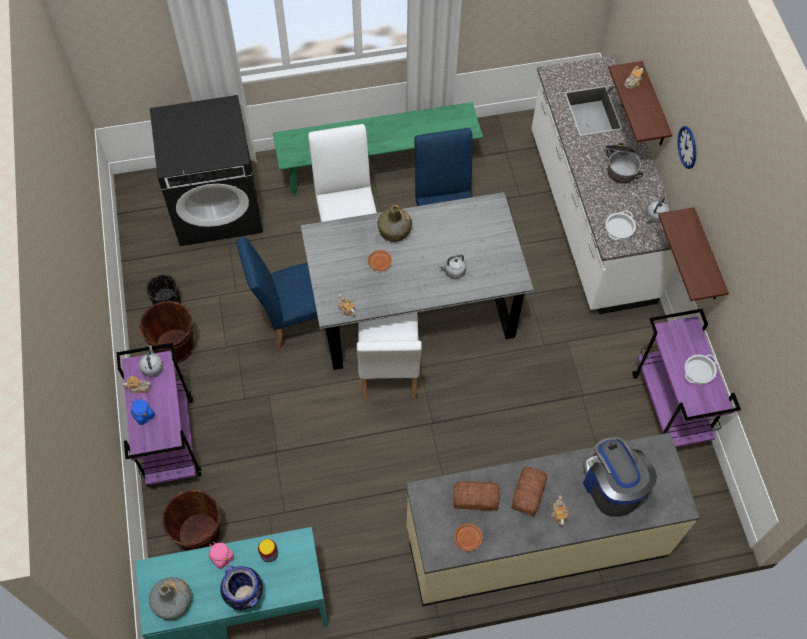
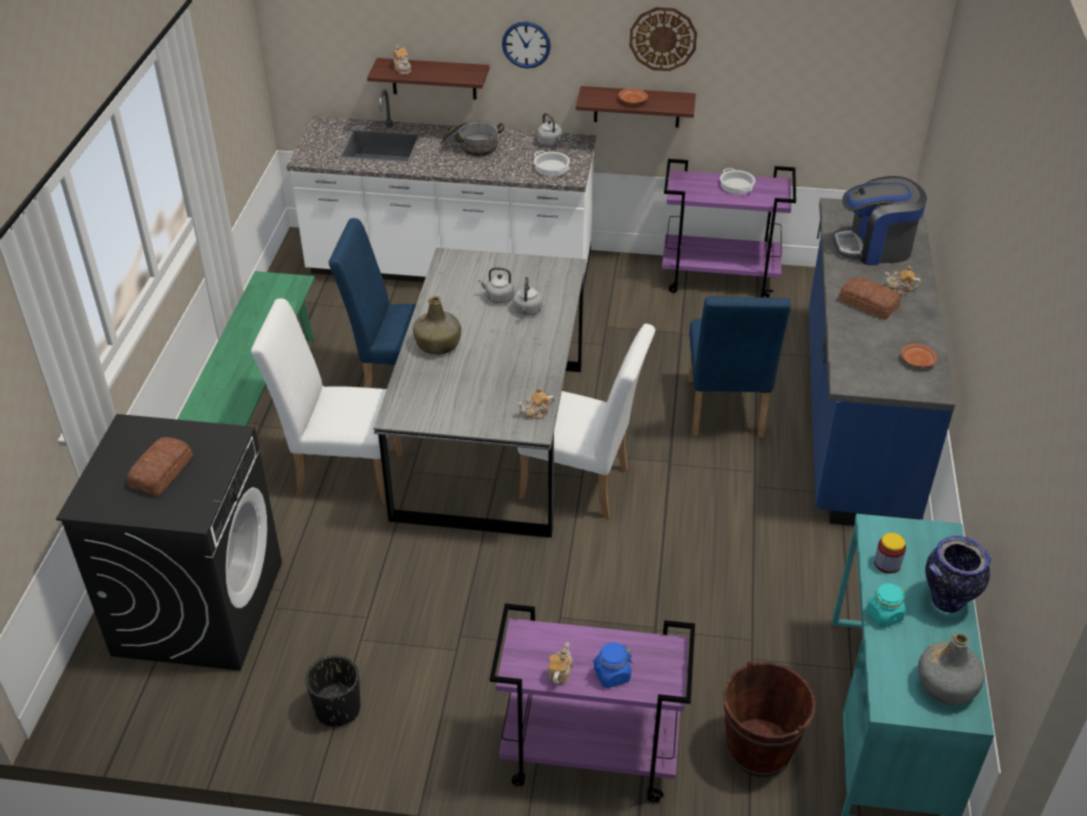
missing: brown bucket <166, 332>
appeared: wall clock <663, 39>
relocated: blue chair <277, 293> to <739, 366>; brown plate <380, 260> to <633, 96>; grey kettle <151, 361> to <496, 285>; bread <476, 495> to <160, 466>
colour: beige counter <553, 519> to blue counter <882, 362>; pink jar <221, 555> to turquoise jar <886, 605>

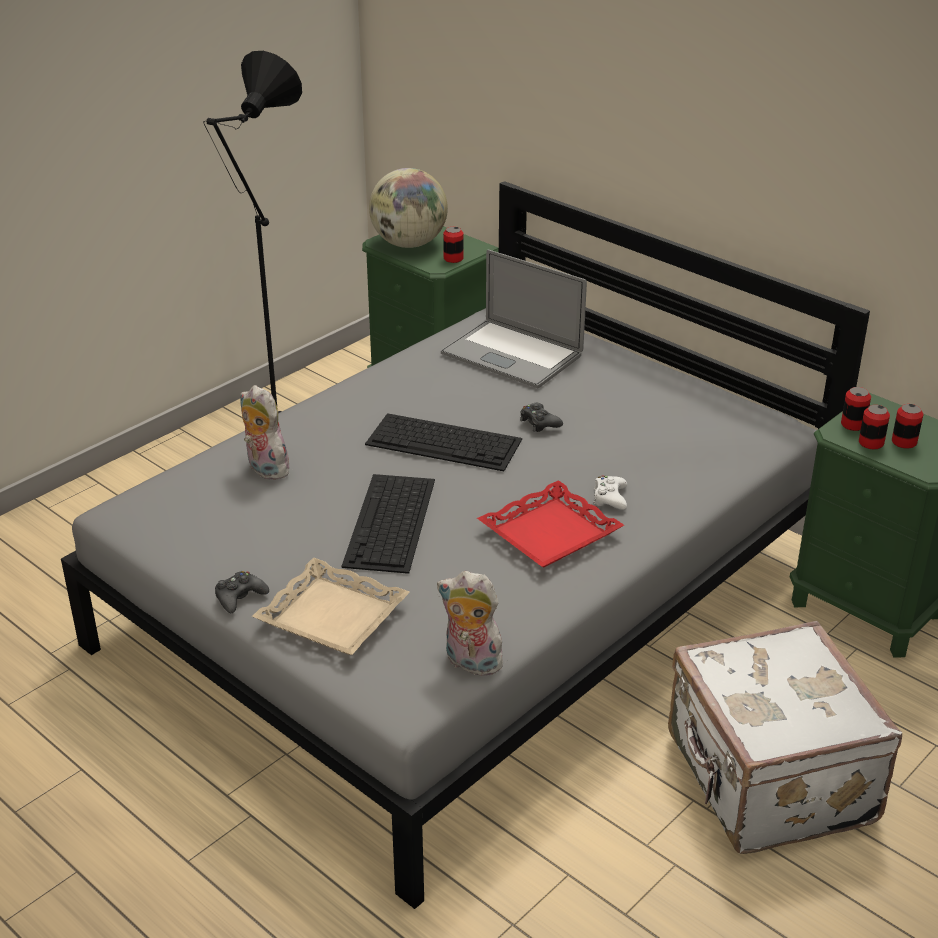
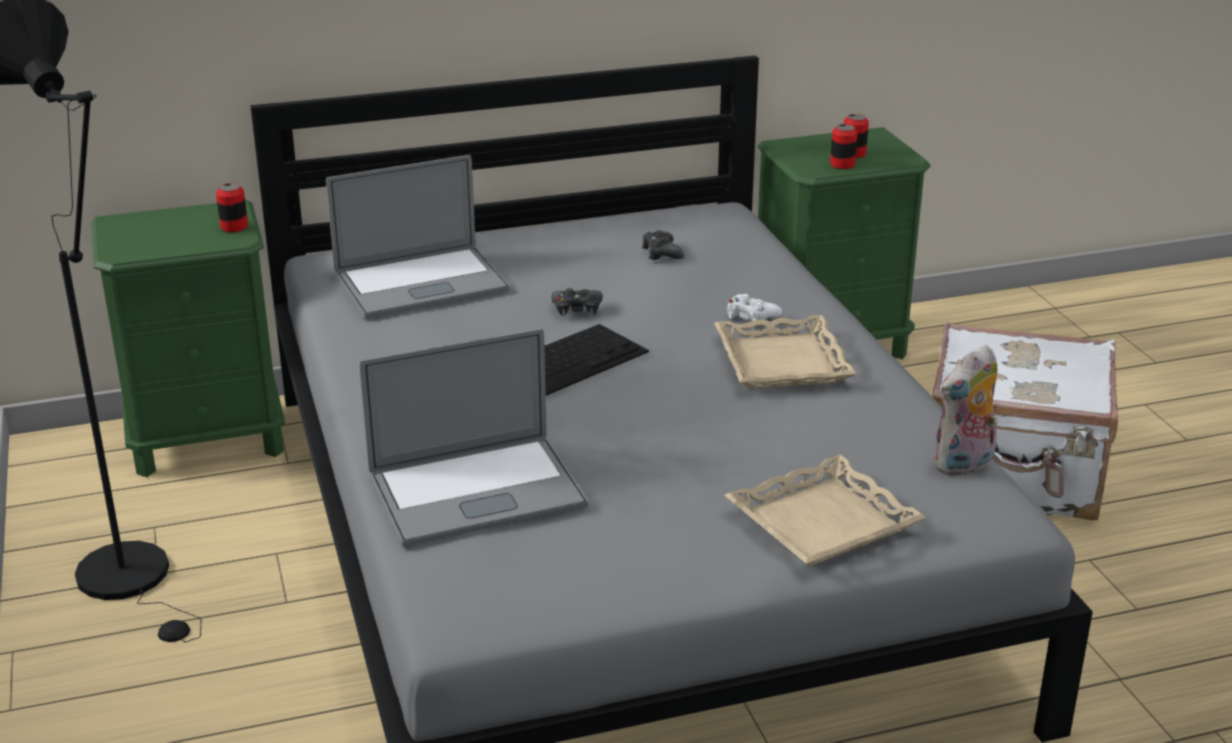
missing: globe <408, 208>; can <856, 409>; keyboard <388, 524>
relocated: black game controller <242, 592> to <663, 245>
exchanged: plush toy <265, 432> to laptop <473, 437>
colour: red tray <550, 524> to beige tray <785, 352>

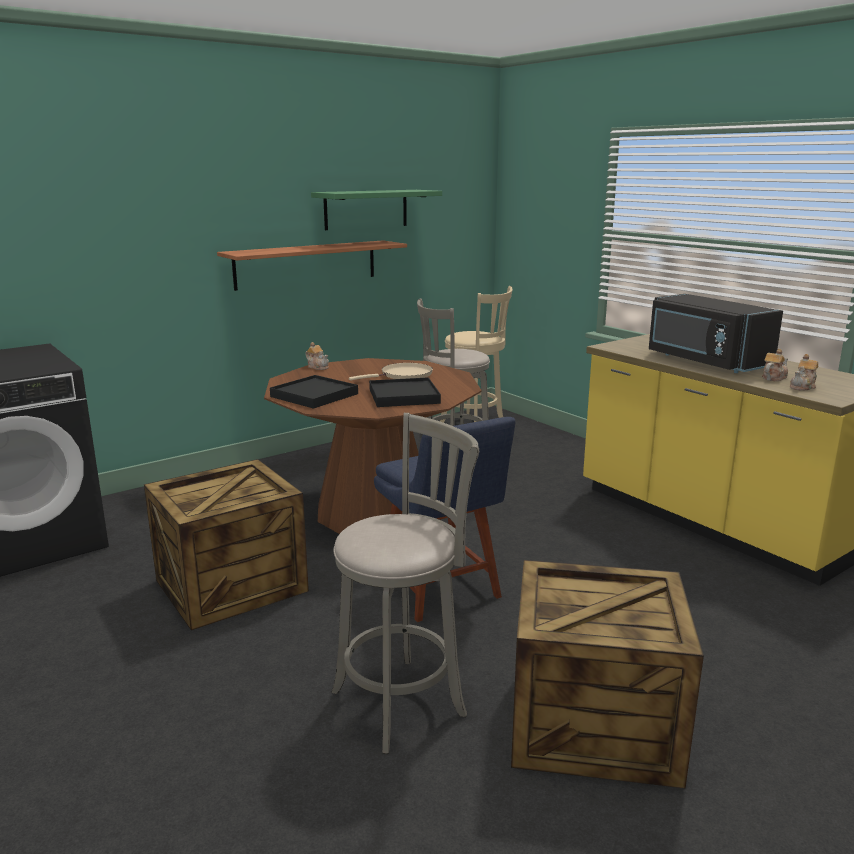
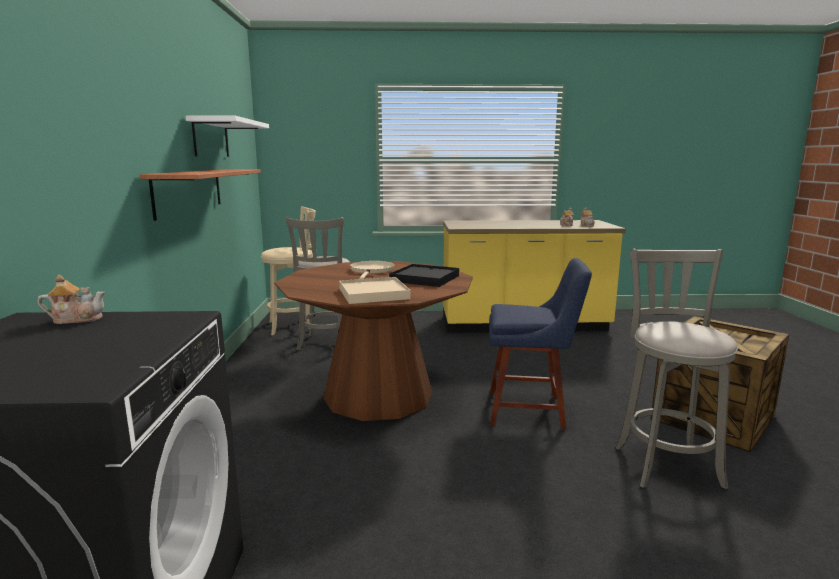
missing: black microwave <716, 333>; crate <226, 544>
relocated: teapot <317, 356> to <71, 299>
colour: green shelf <376, 210> to white shelf <227, 136>; black tray <314, 392> to beige tray <375, 290>

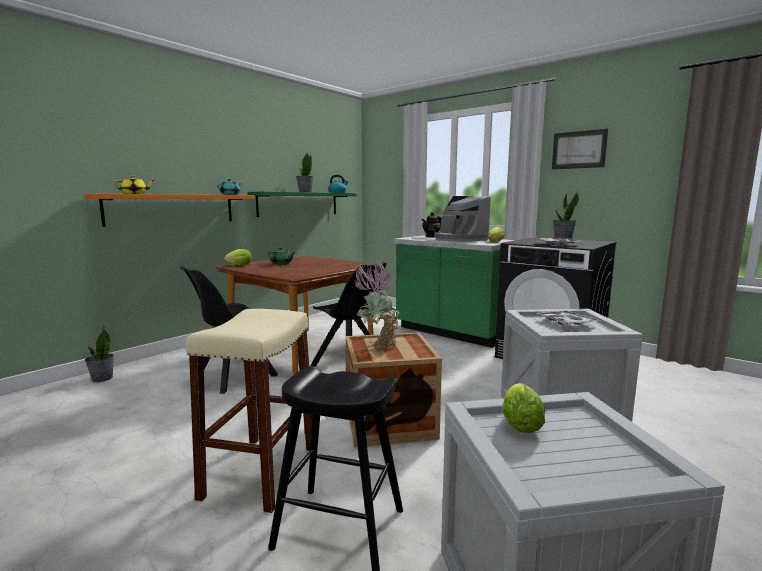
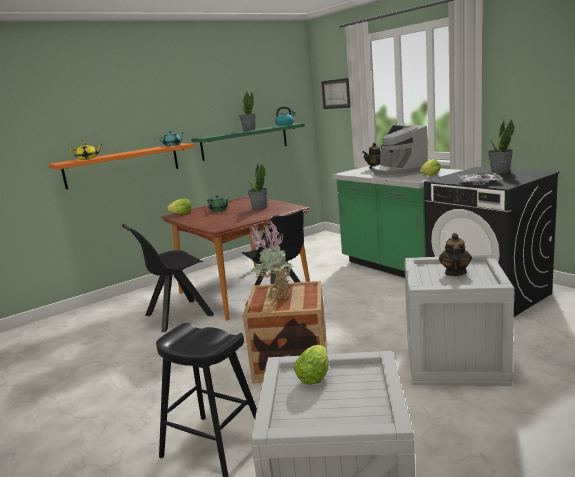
missing: beige stool <249, 411>
relocated: picture <580, 149> to <335, 93>; potted plant <99, 354> to <257, 186>
exchanged: tray <568, 318> to teapot <455, 254>

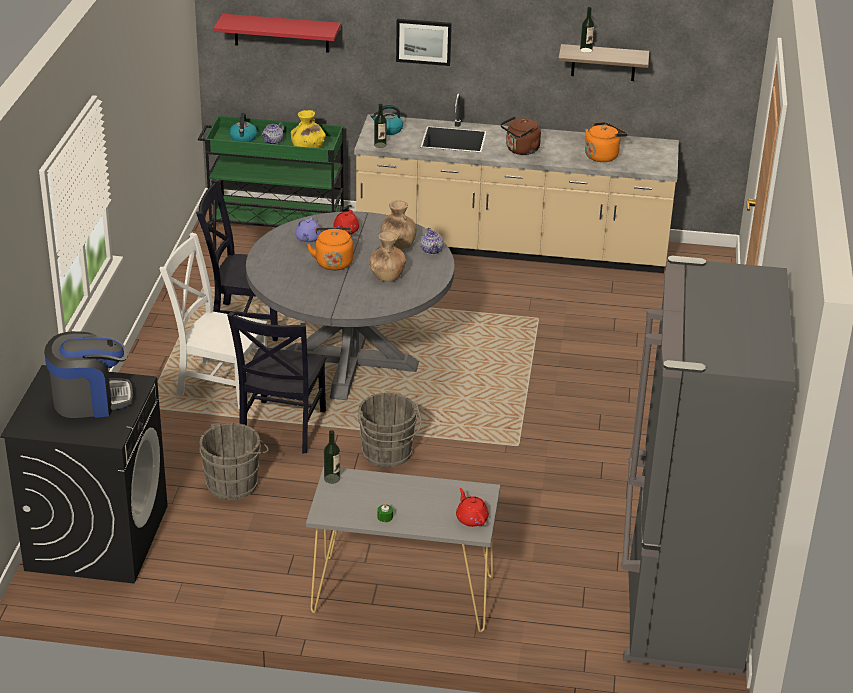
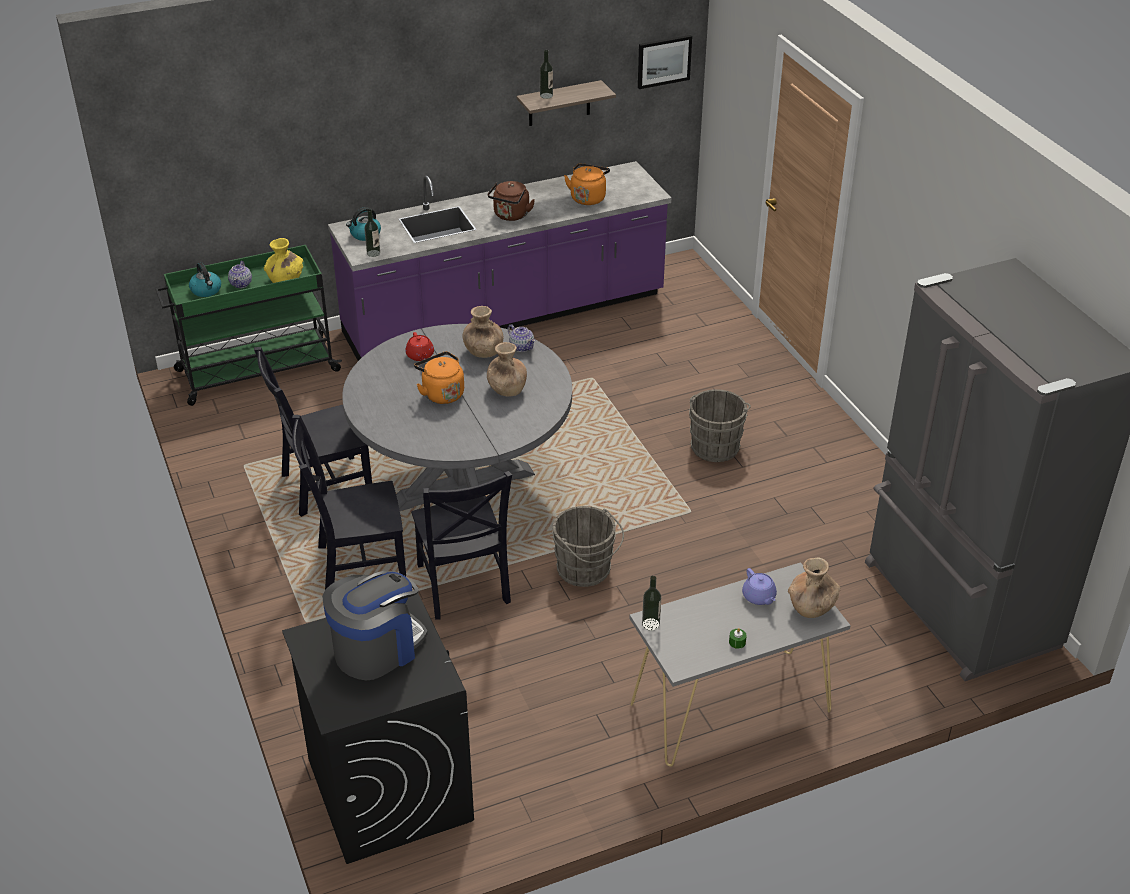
missing: red shelf <277, 33>
relocated: picture <424, 42> to <665, 62>; purple teapot <308, 229> to <759, 586>; grey bucket <234, 461> to <720, 425>
exchanged: red teapot <472, 507> to brown vase <814, 588>
colour: beige counter <516, 183> to purple counter <499, 261>; white chair <213, 320> to black chair <349, 502>

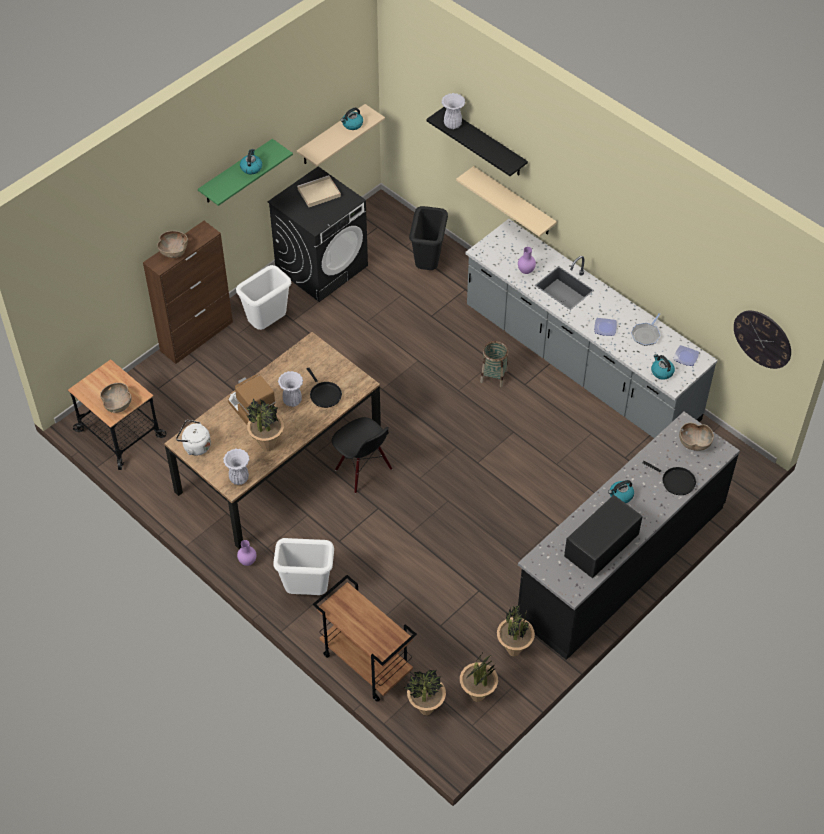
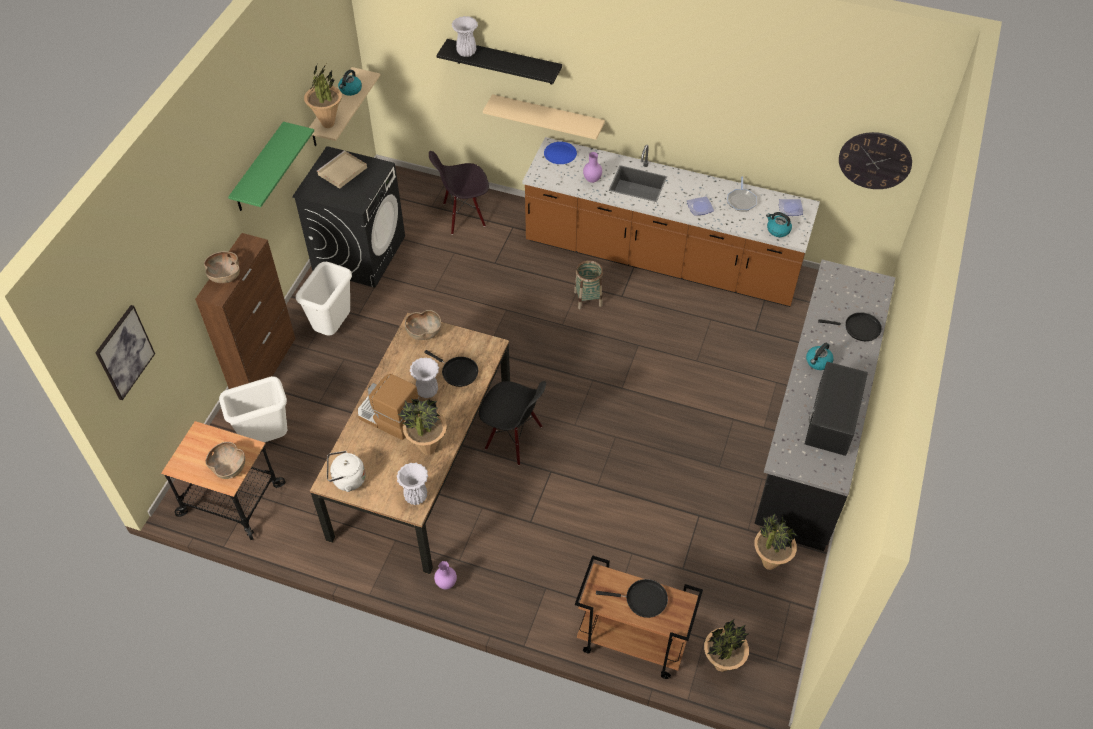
missing: kettle <251, 161>
appeared: blue plate <560, 153>; picture <125, 352>; black frying pan <632, 598>
relocated: brown bowl <696, 437> to <423, 325>; white trash can <303, 566> to <253, 409>; potted plant <479, 678> to <323, 96>
exchanged: black trash can <428, 238> to black chair <459, 193>
colour: grey counter <592, 328> to brown counter <671, 222>

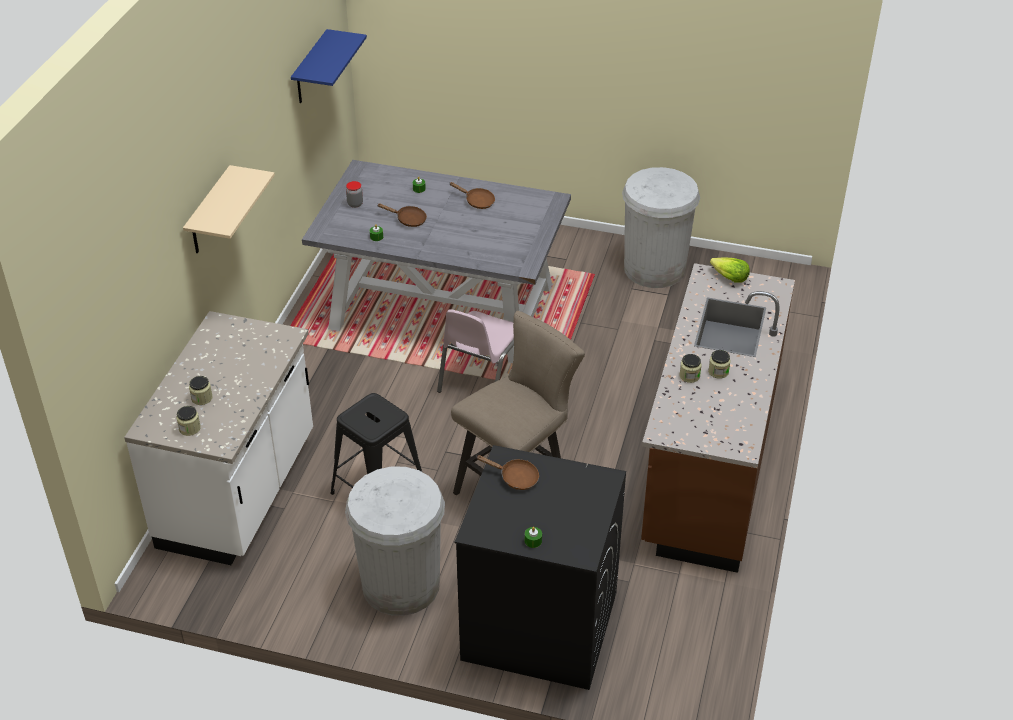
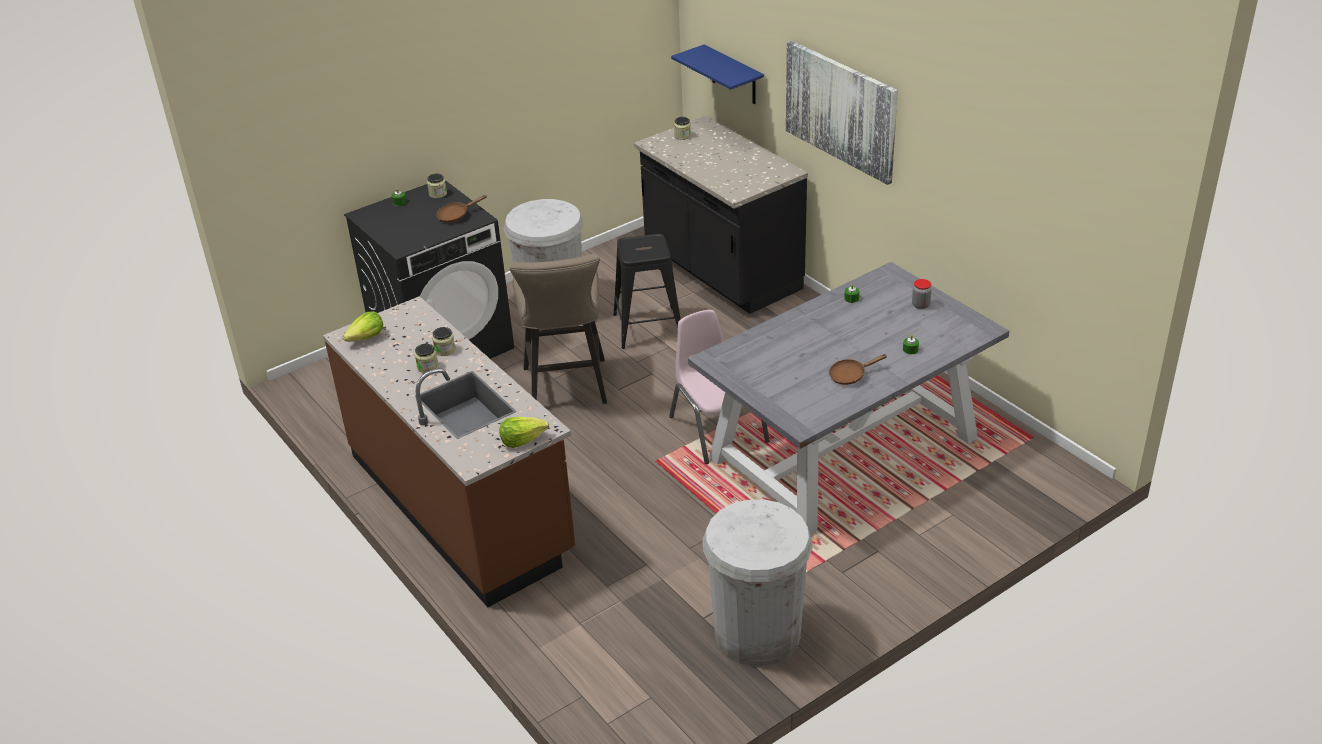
missing: brown frying pan <402, 215>
appeared: lettuce <362, 326>
relocated: blue shelf <329, 66> to <717, 74>; jar <201, 390> to <437, 185>
exchanged: beige shelf <229, 209> to picture <842, 113>
colour: white counter <218, 438> to black counter <721, 215>

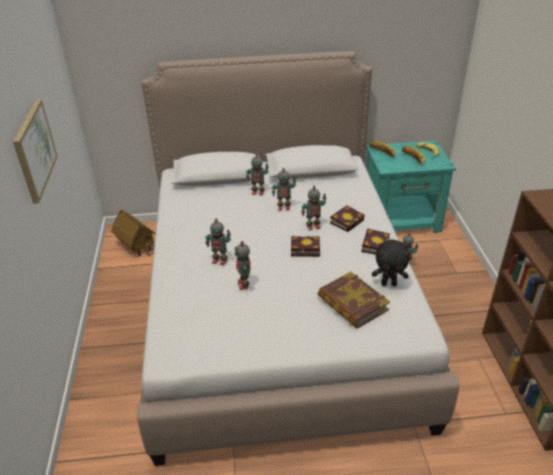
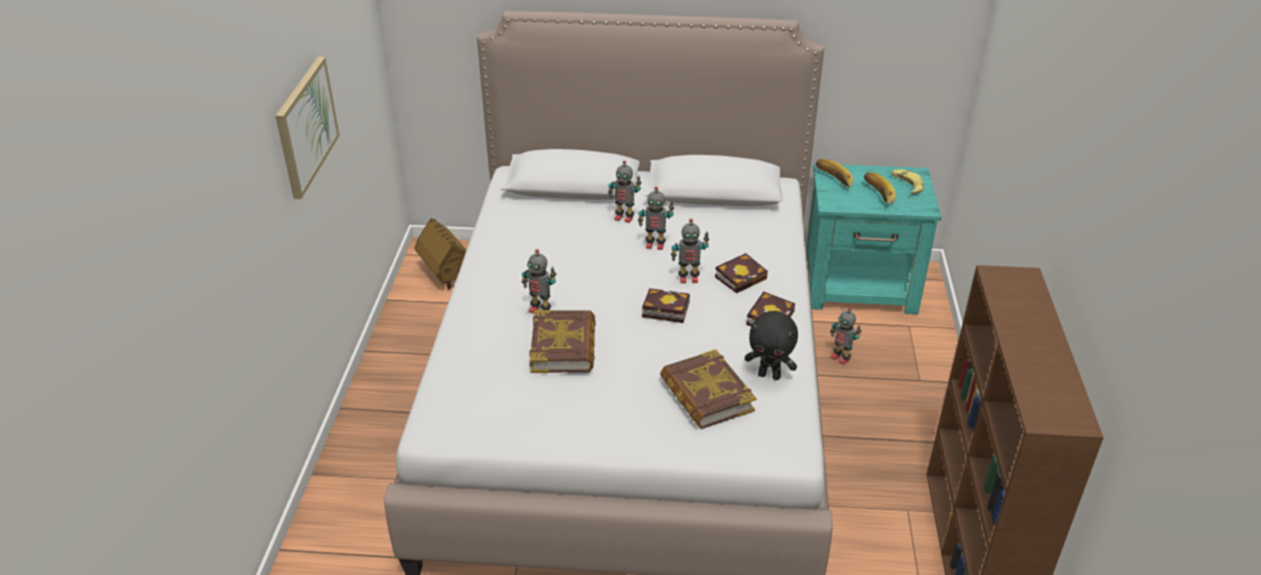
exchanged: toy robot <242, 265> to book <562, 341>

